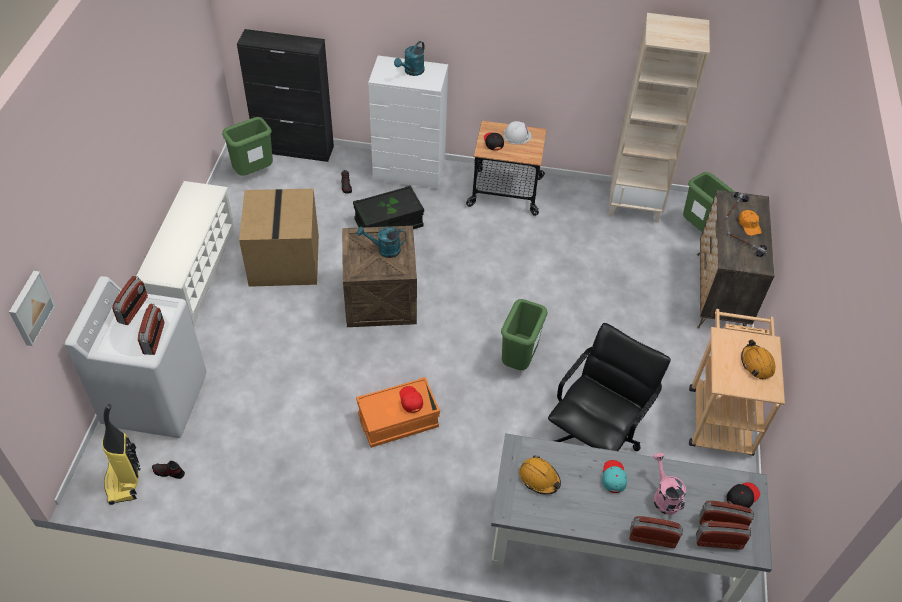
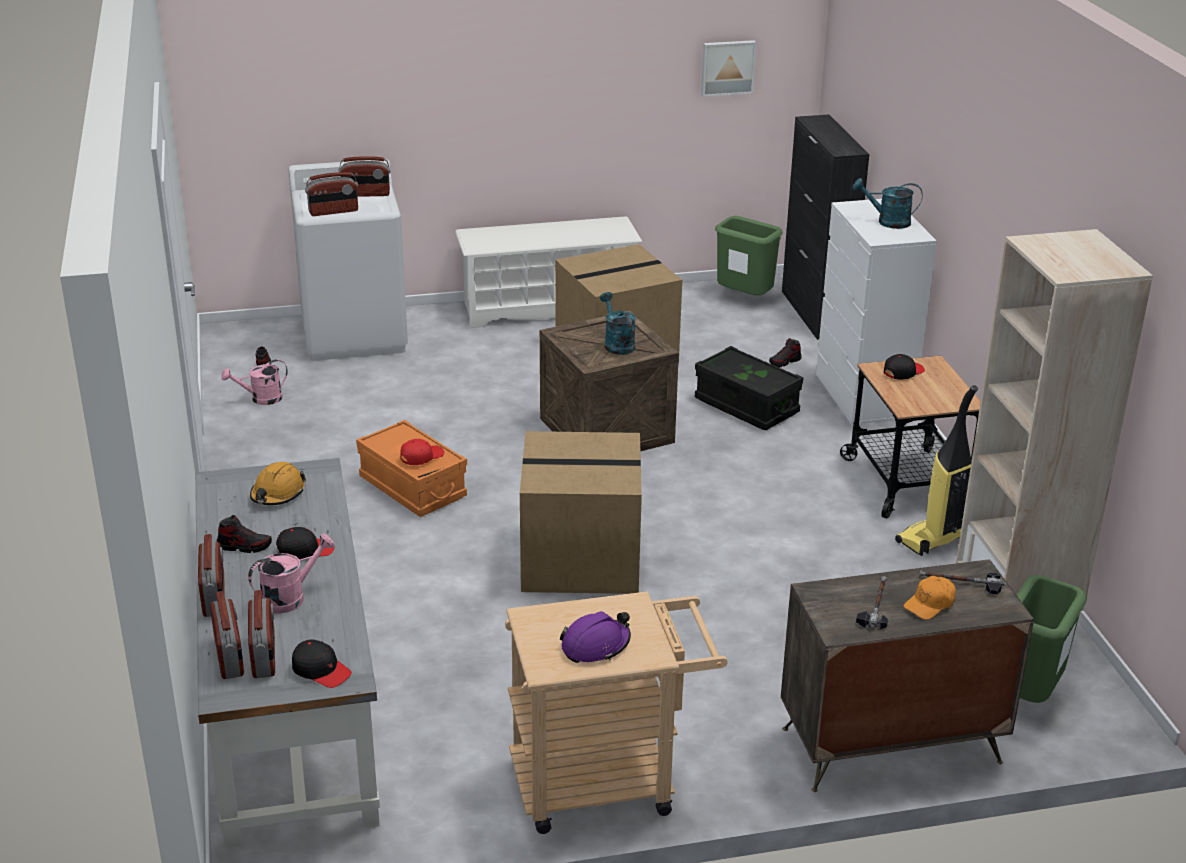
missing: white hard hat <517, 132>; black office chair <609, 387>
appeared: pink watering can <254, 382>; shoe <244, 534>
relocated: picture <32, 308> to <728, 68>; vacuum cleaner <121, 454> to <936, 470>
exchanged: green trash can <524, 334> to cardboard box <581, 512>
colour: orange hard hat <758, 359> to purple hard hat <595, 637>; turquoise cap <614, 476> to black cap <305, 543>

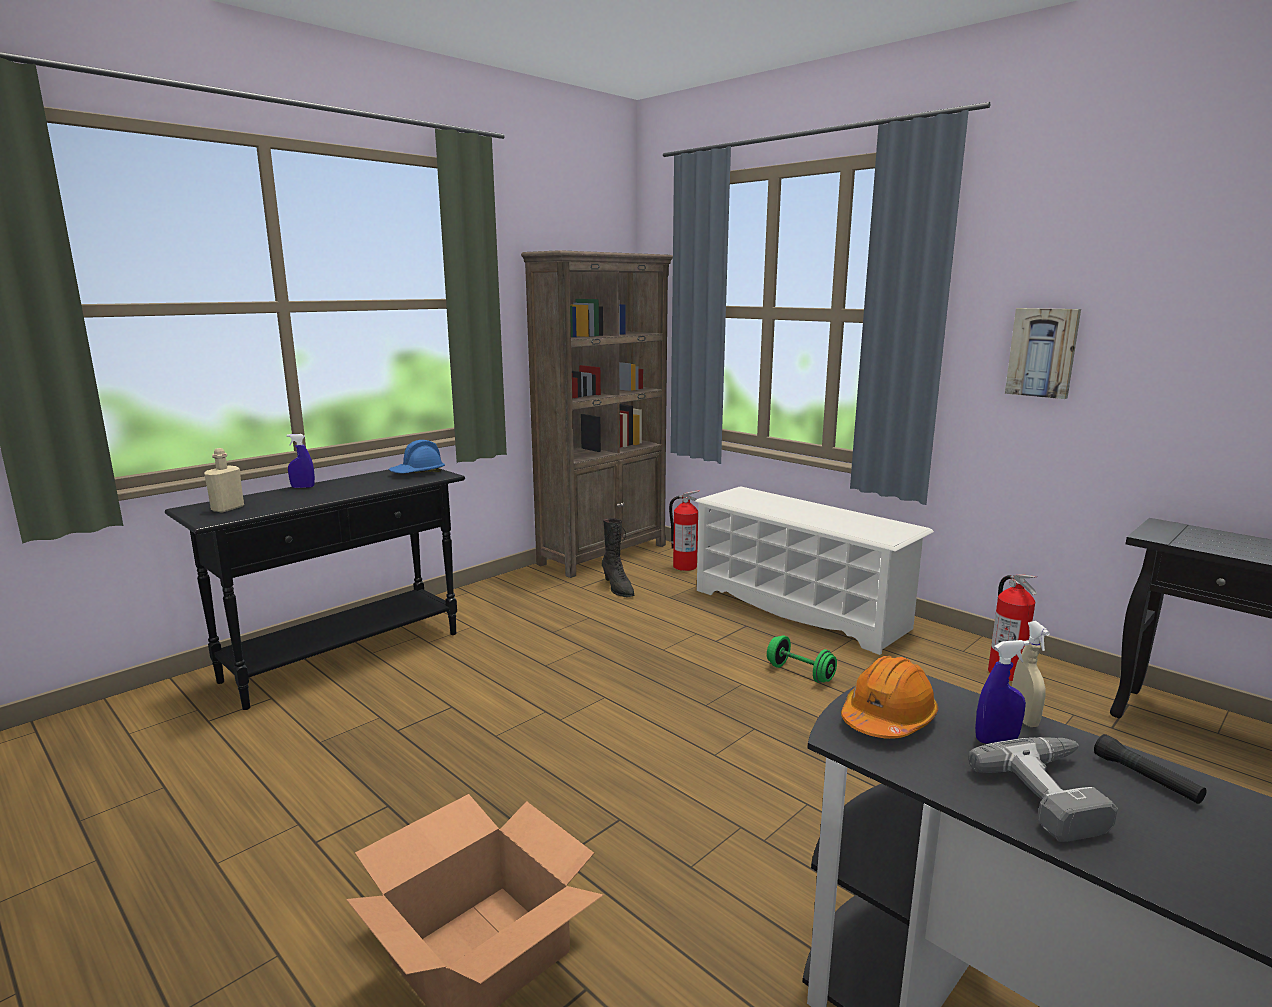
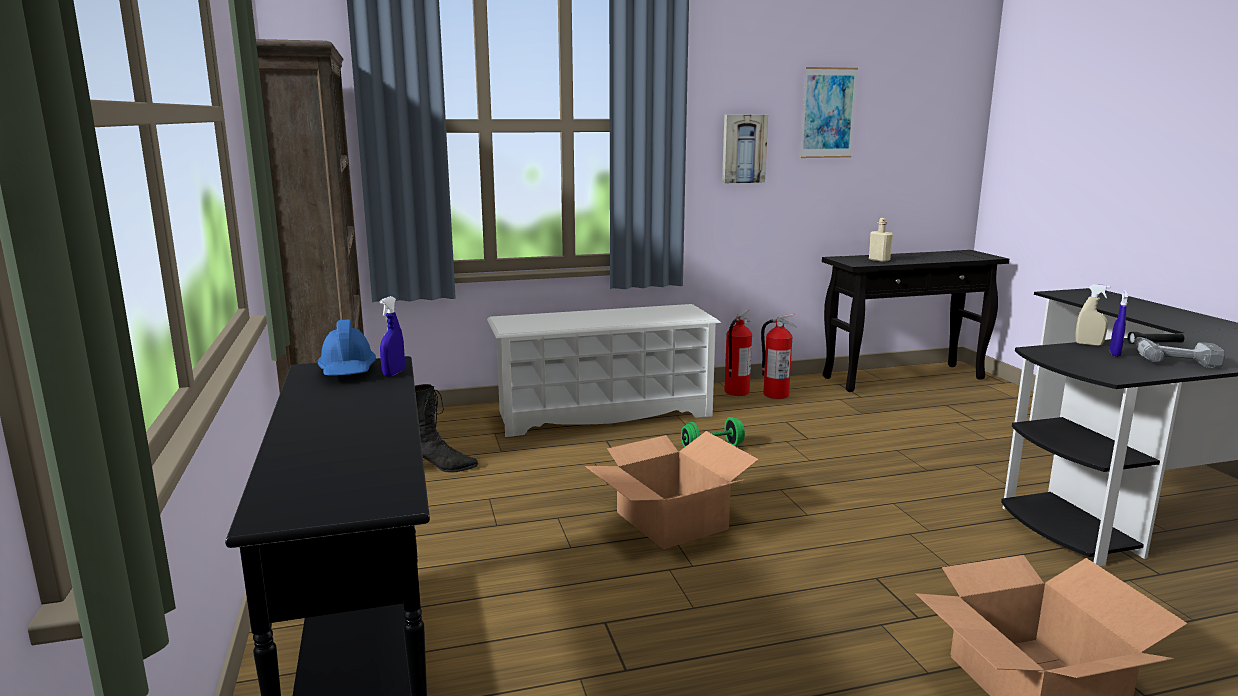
missing: orange hard hat <889, 697>
appeared: picture <829, 112>; cardboard box <672, 490>
relocated: blue spray bottle <301, 461> to <392, 336>; beige bottle <224, 480> to <881, 240>; fire extinguisher <684, 530> to <738, 352>

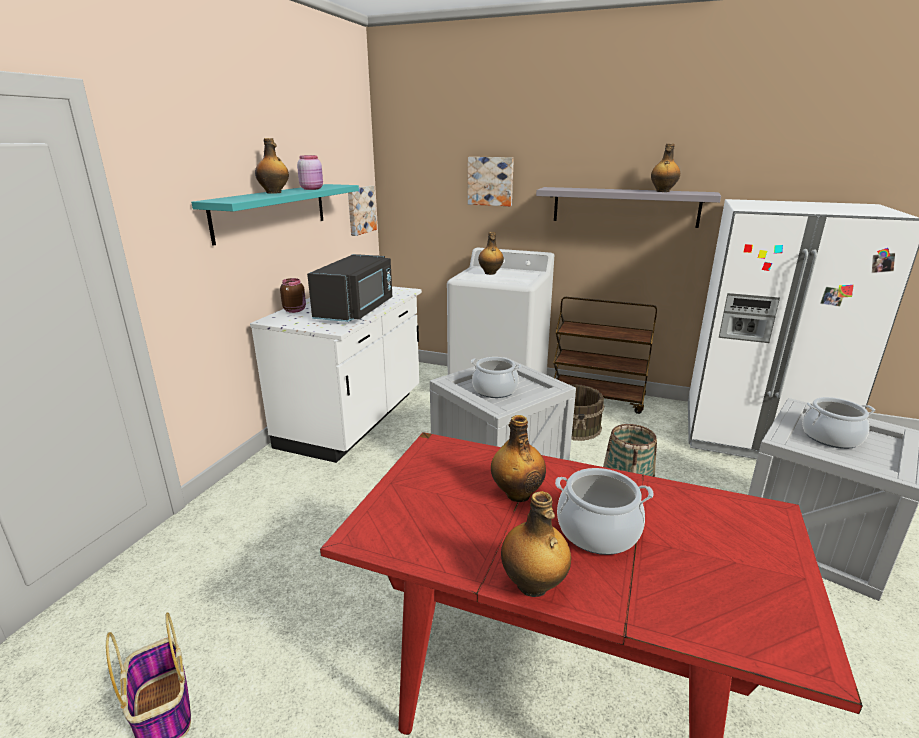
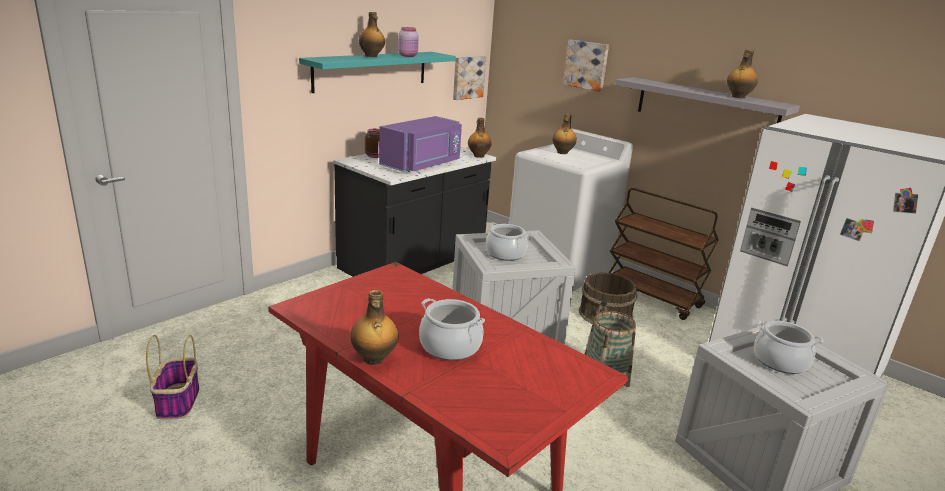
relocated: bottle <518, 458> to <480, 138>
colour: black microwave <349, 288> to purple microwave <420, 144>; white counter <336, 374> to black counter <414, 212>

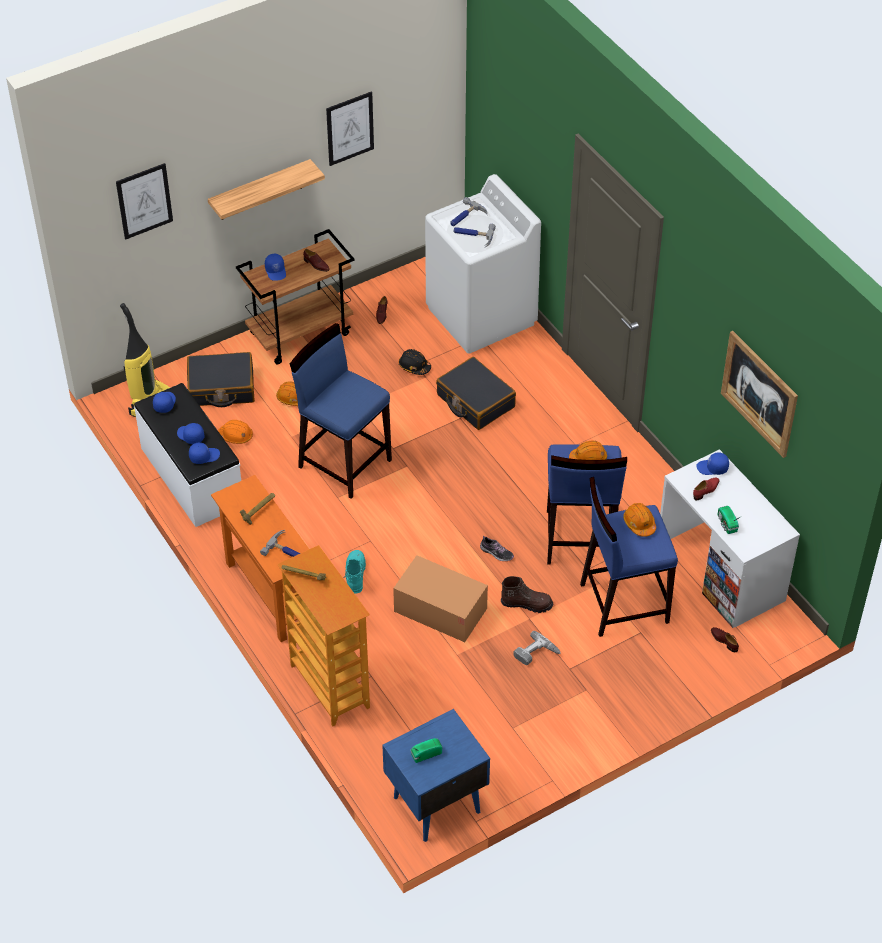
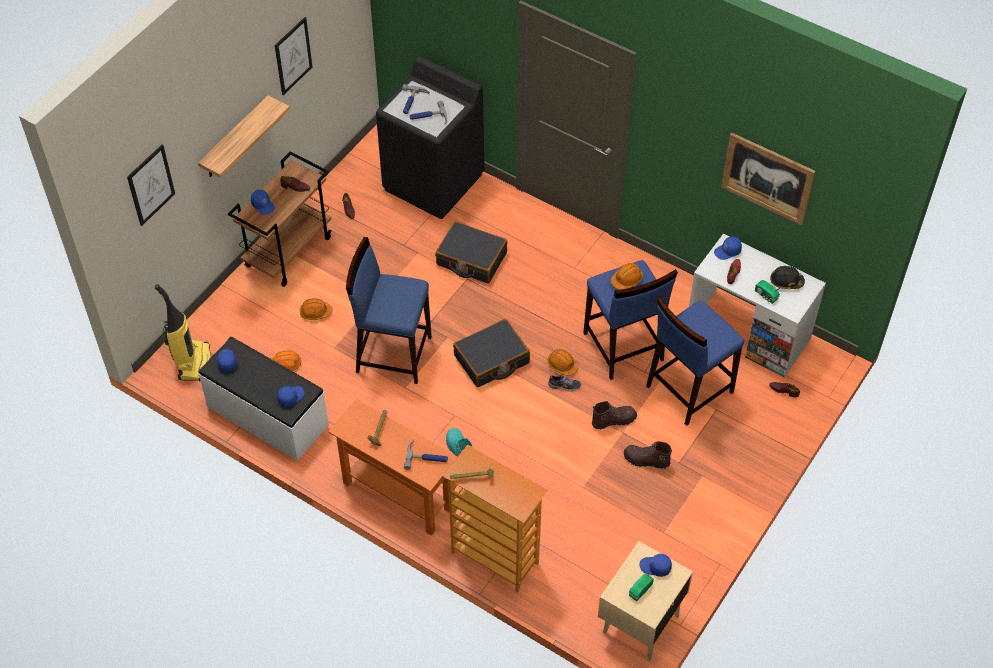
missing: cardboard box <440, 598>
relocated: black hard hat <414, 362> to <787, 277>; black suitcase <221, 379> to <491, 353>; blue cap <190, 433> to <655, 565>; orange hard hat <639, 520> to <563, 362>
exchanged: power drill <537, 648> to brown boot <648, 455>
colour: white washing machine <483, 264> to black washing machine <430, 137>; blue nightstand <436, 775> to beige nightstand <645, 601>

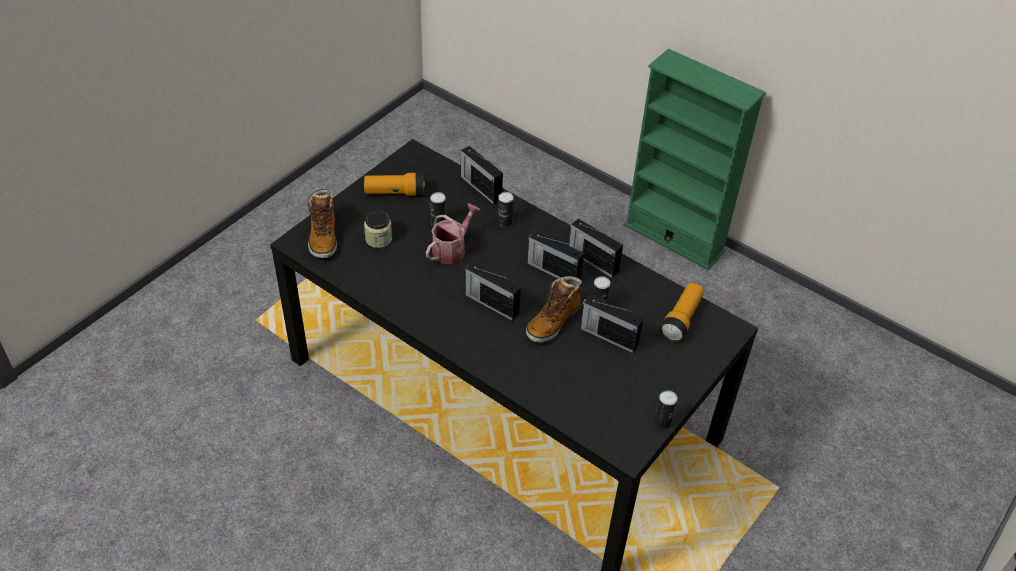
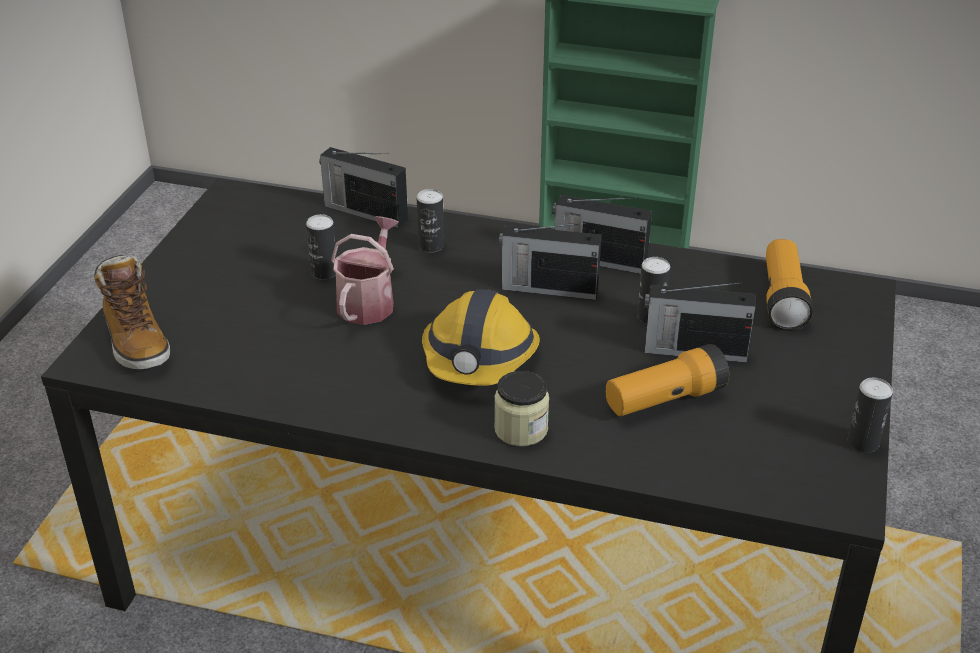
missing: boot <554, 309>
relocated: flashlight <394, 184> to <667, 380>; jar <378, 229> to <521, 408>
exchanged: radio <493, 291> to hard hat <481, 337>

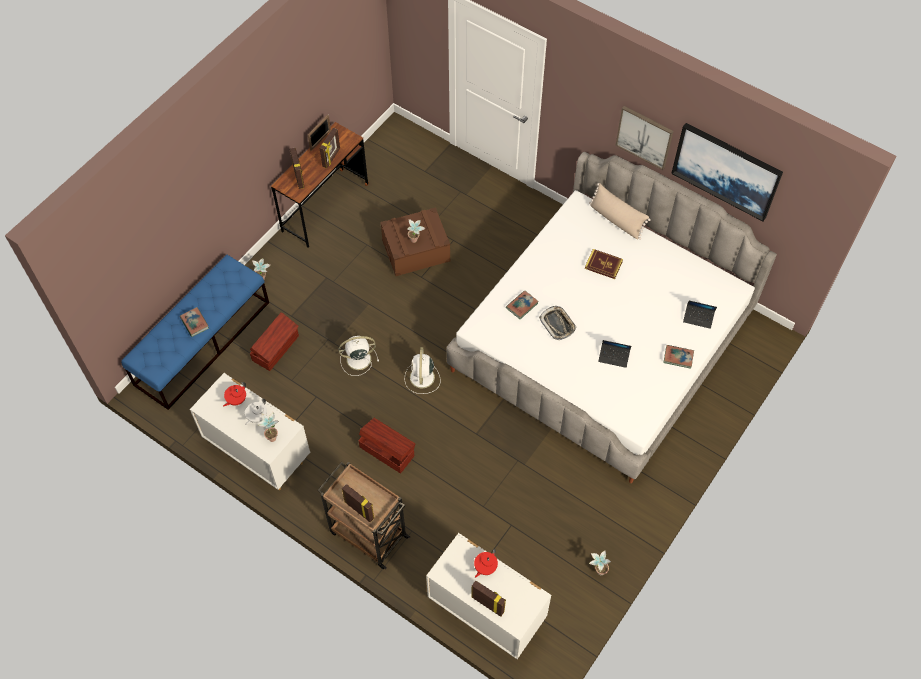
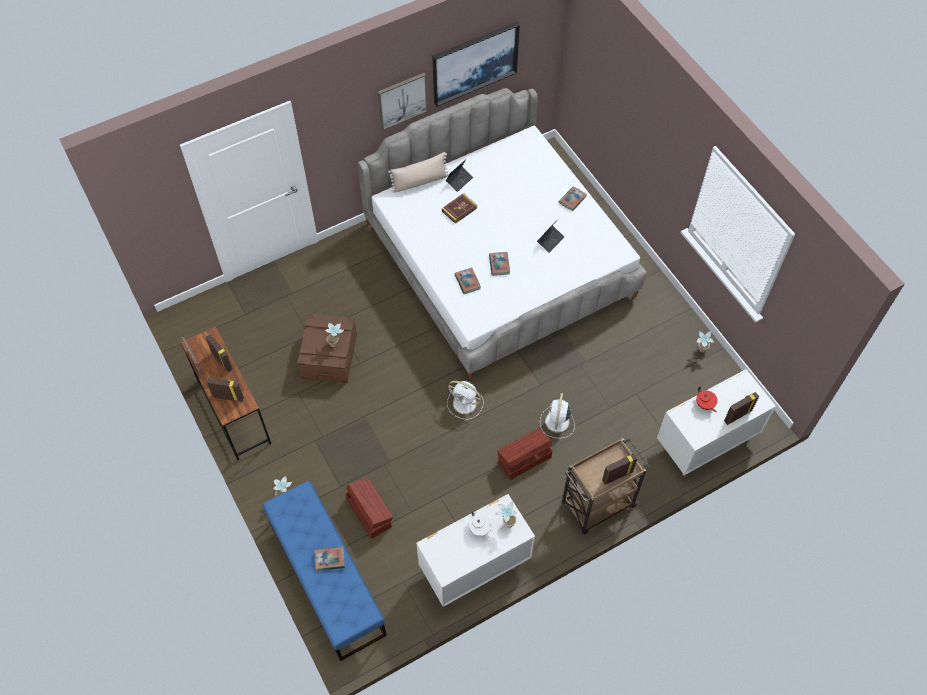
missing: red teapot <234, 394>
relocated: laptop <700, 314> to <459, 175>; white fan <359, 356> to <557, 415>
exchanged: tray <558, 323> to book <499, 264>

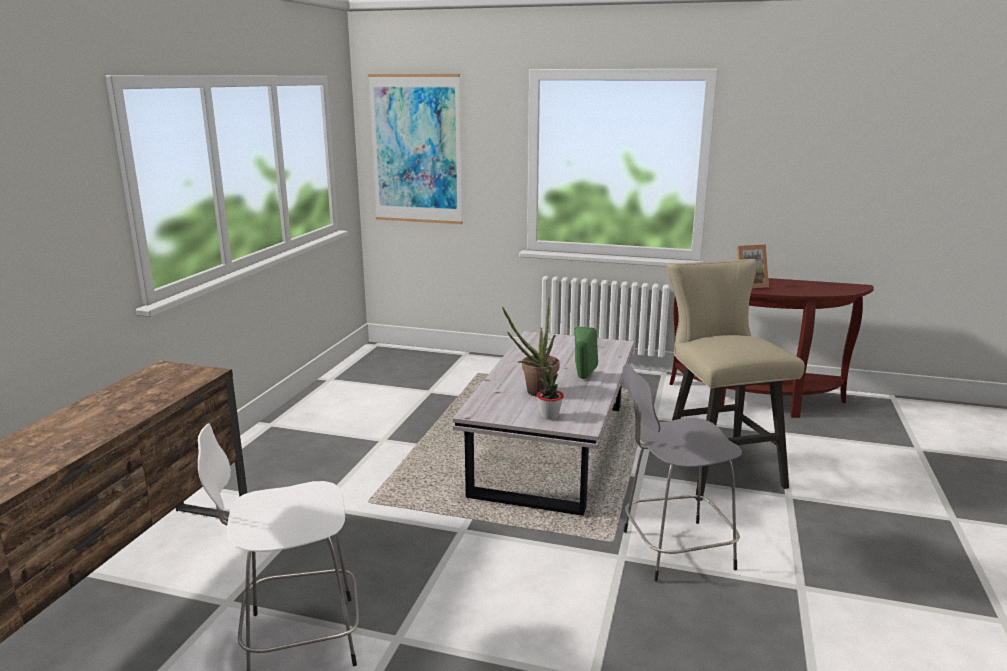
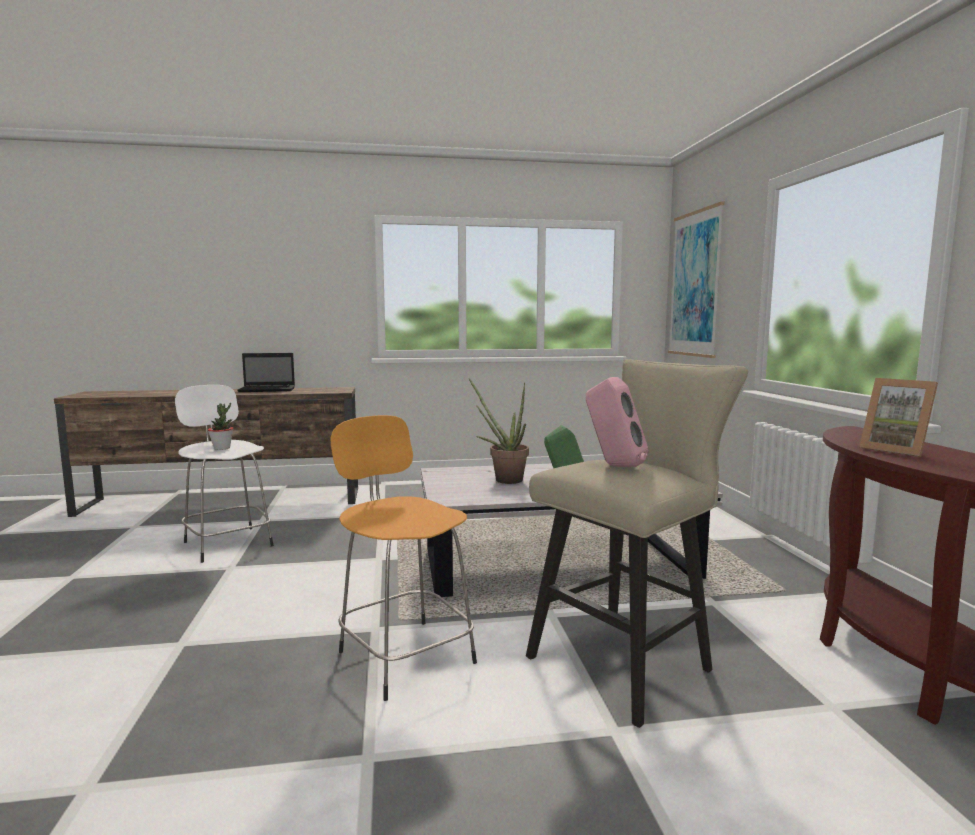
appeared: laptop <266, 372>; pink speaker <617, 422>
relocated: potted plant <550, 392> to <220, 426>
colour: grey stool <682, 473> to orange stool <404, 558>

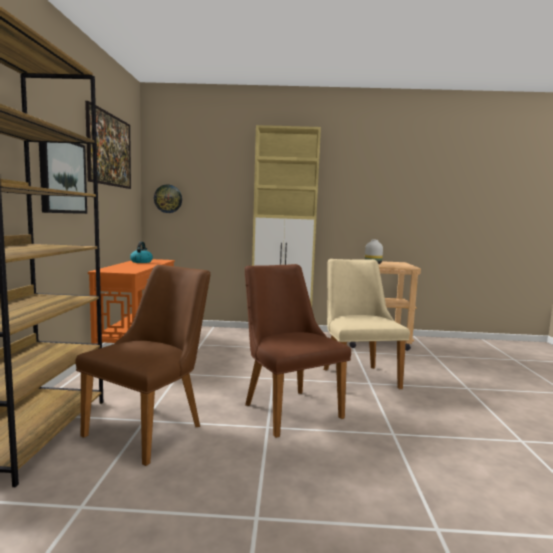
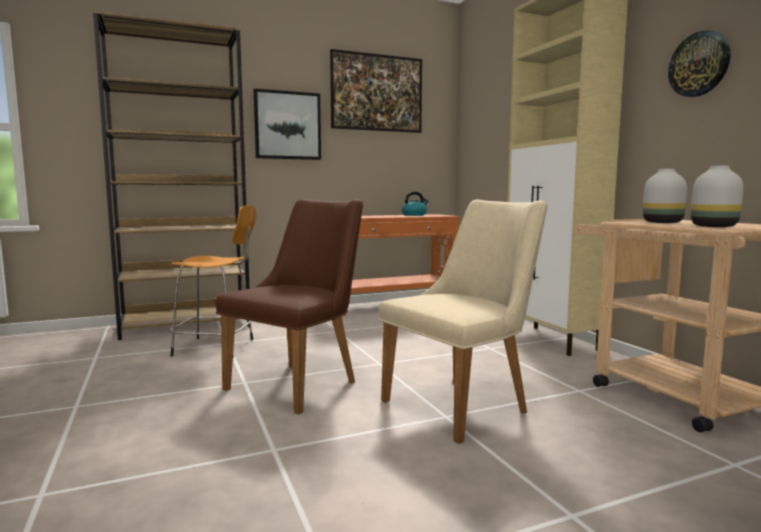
appeared: white vase <717, 196>
relocated: wall clock <168, 198> to <699, 63>
exchanged: brown chair <143, 365> to orange stool <213, 281>

